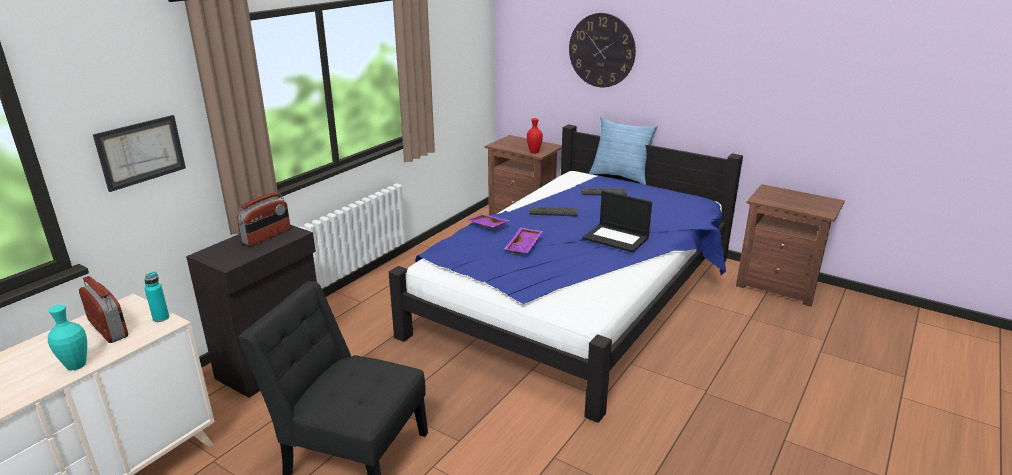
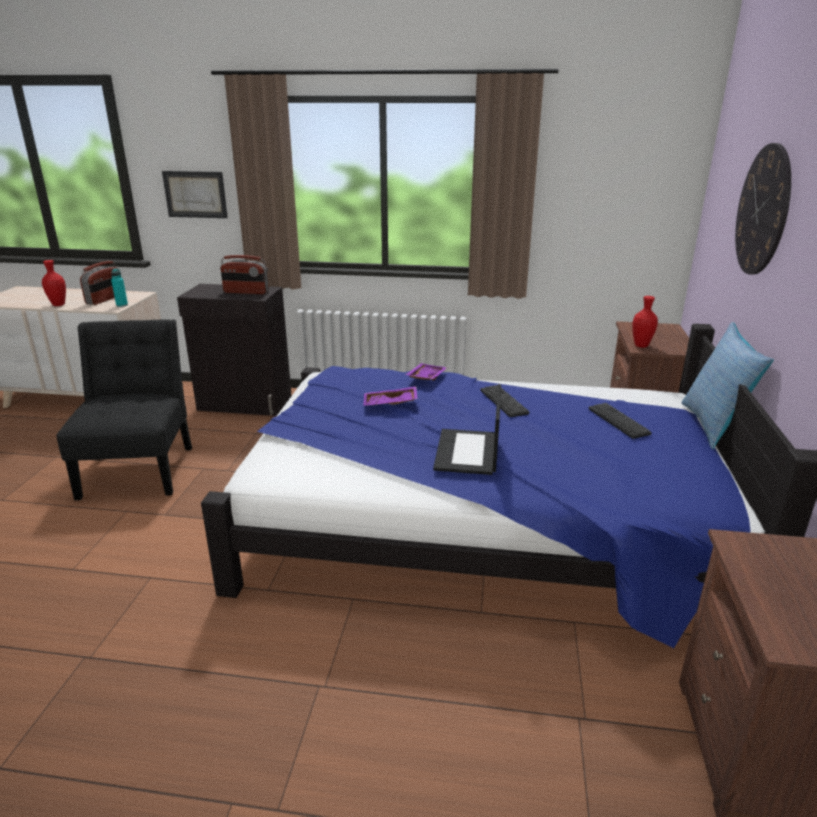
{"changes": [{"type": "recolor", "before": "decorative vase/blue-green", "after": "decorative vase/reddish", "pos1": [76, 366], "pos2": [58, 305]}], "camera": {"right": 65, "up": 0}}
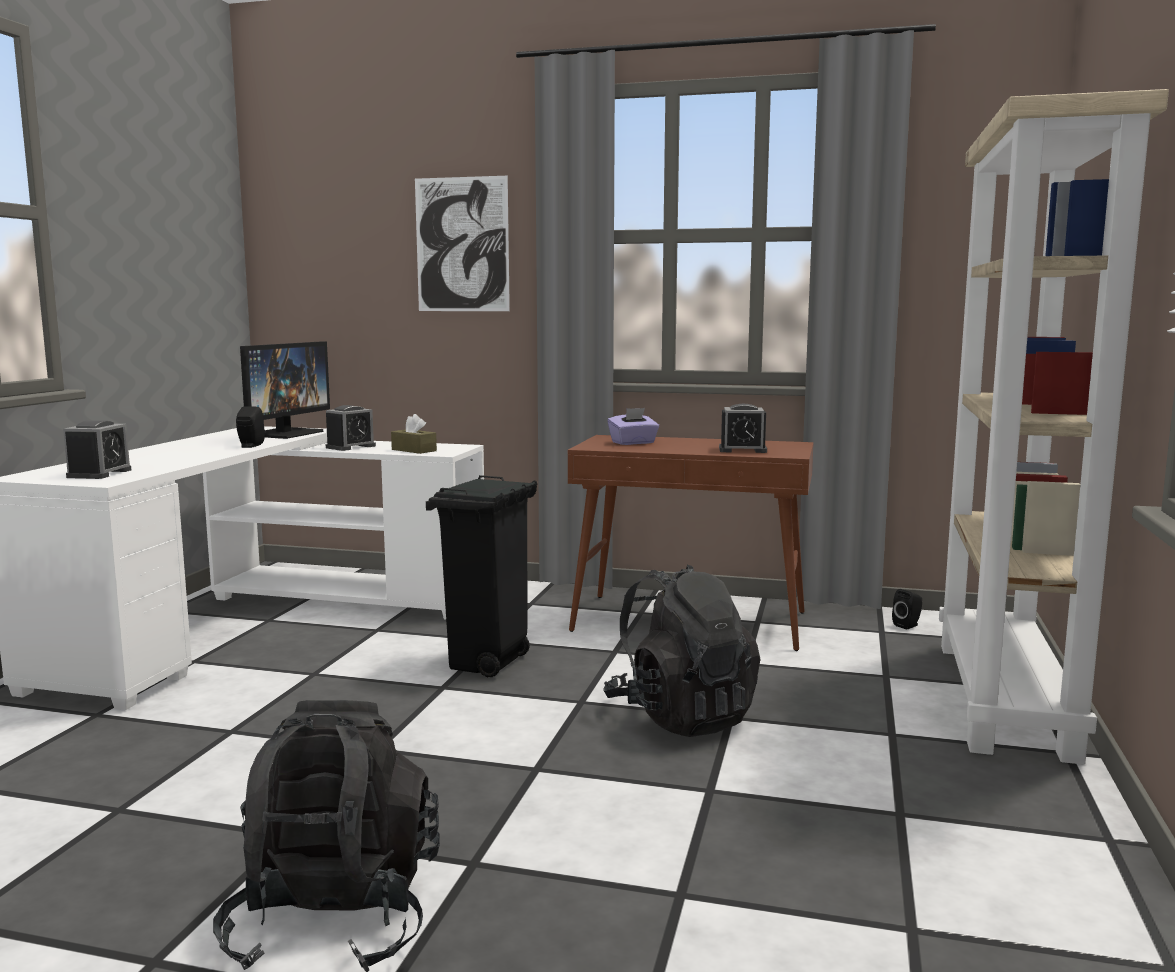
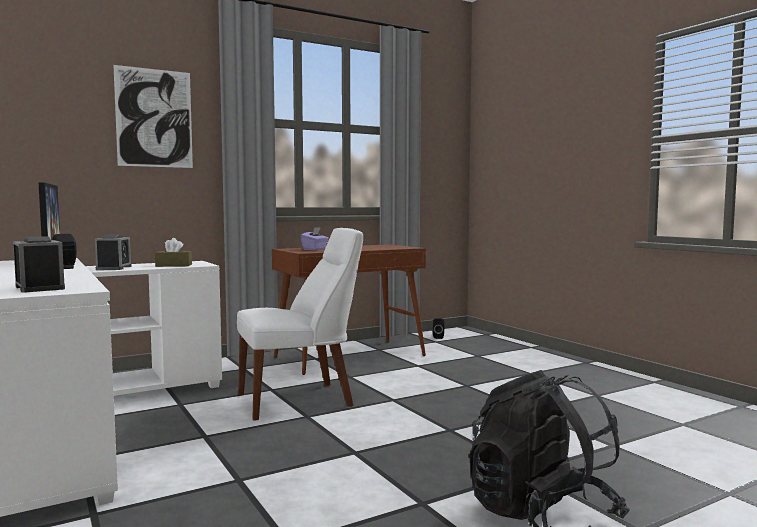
{"changes": [{"type": "delete", "before": "shelving unit/beige-coloured", "pos1": [1006, 698]}, {"type": "delete", "before": "bedside clock", "pos1": [742, 450]}, {"type": "replace", "before": "trash can/blackish", "after": "chair/white", "pos1": [487, 664], "pos2": [300, 400]}, {"type": "delete", "before": "rucksack/blackish", "pos1": [681, 716]}], "camera": {"right": -45, "up": -5}}
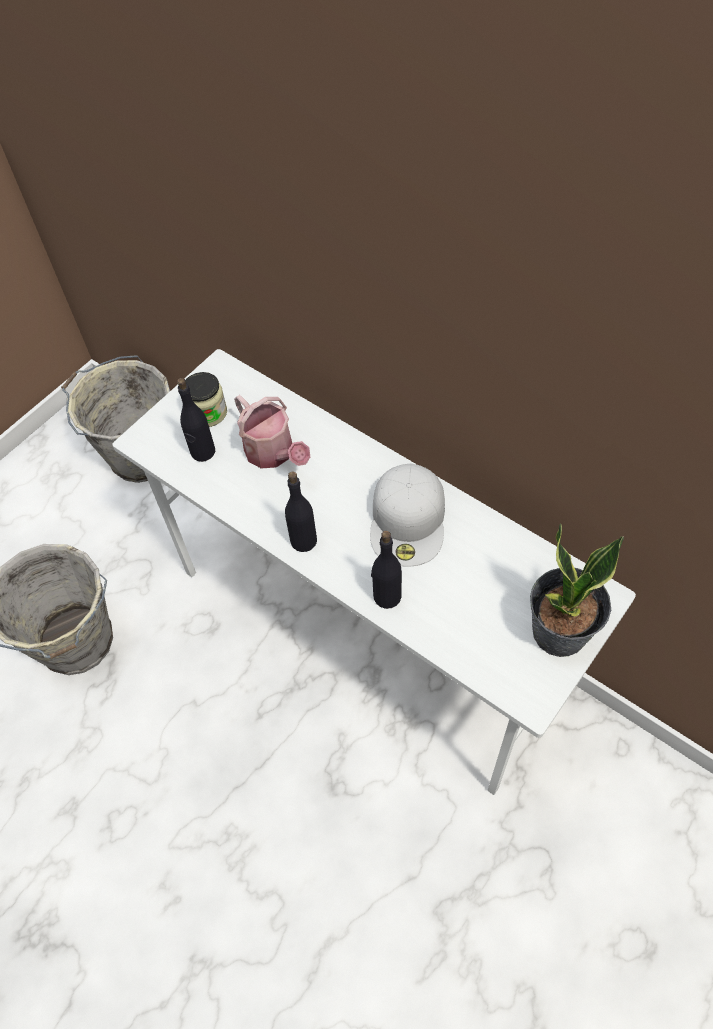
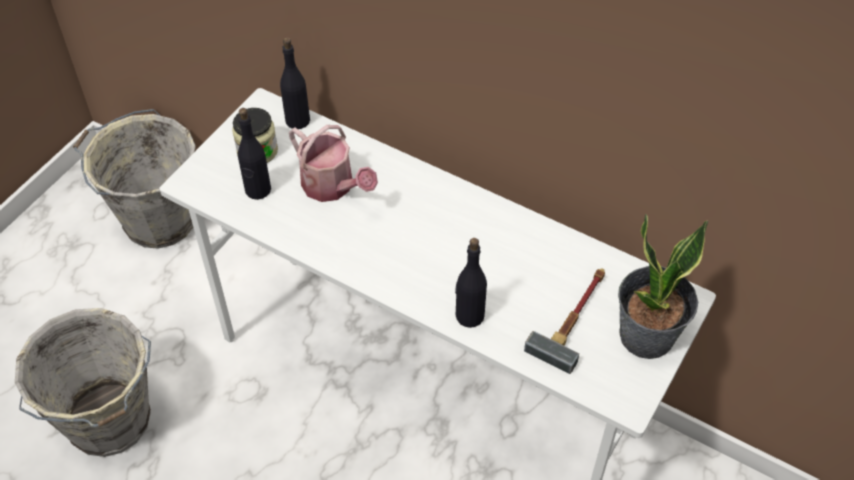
{"changes": [{"type": "delete", "before": "baseball cap/white", "pos1": [409, 520]}, {"type": "move", "before": "drink bottle/blackish", "pos1": [303, 540], "pos2": [297, 120]}, {"type": "insert", "after": "hammer", "pos2": [575, 317]}], "camera": {"right": -10, "up": -5}}
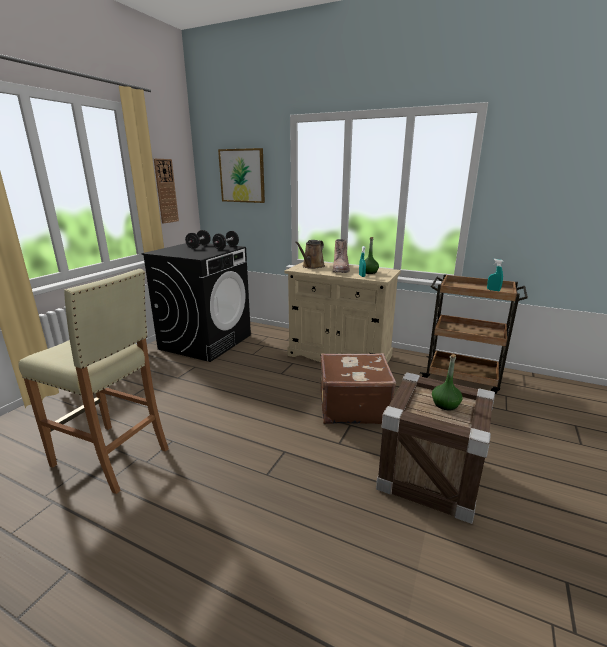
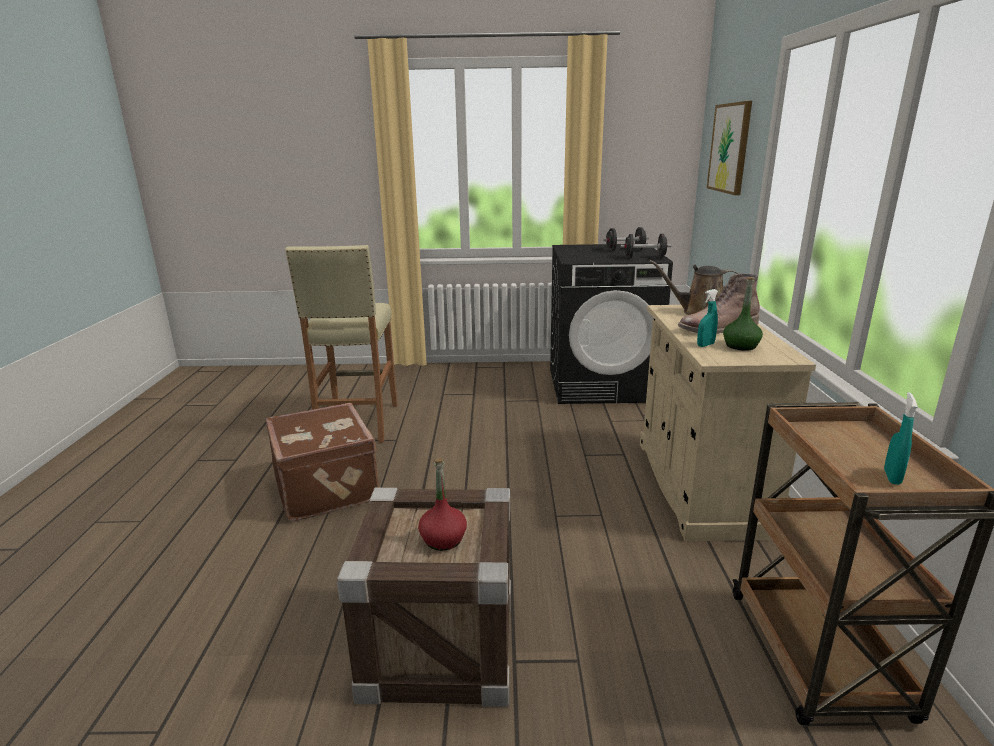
{"changes": [{"type": "delete", "before": "hanging clock", "pos1": [166, 191]}, {"type": "move", "before": "suitcase/brownish", "pos1": [352, 407], "pos2": [328, 487]}, {"type": "recolor", "before": "drink bottle/green-coloured", "after": "drink bottle/reddish", "pos1": [445, 404], "pos2": [443, 539]}], "camera": {"right": 65, "up": 0}}
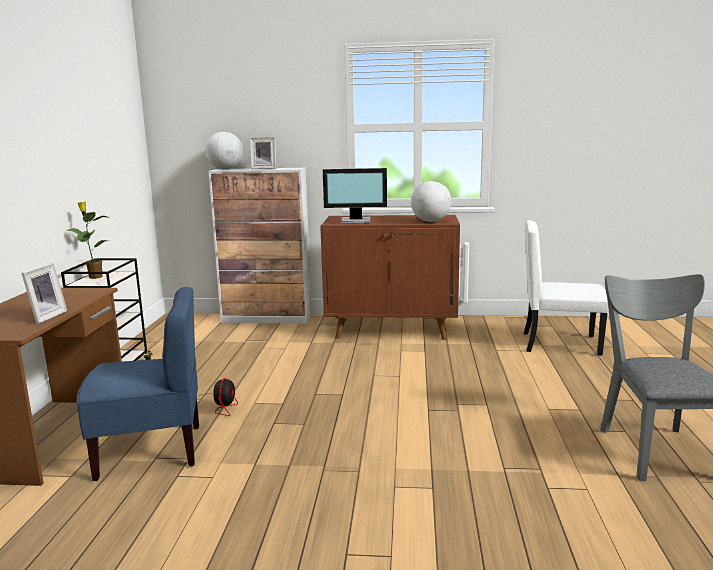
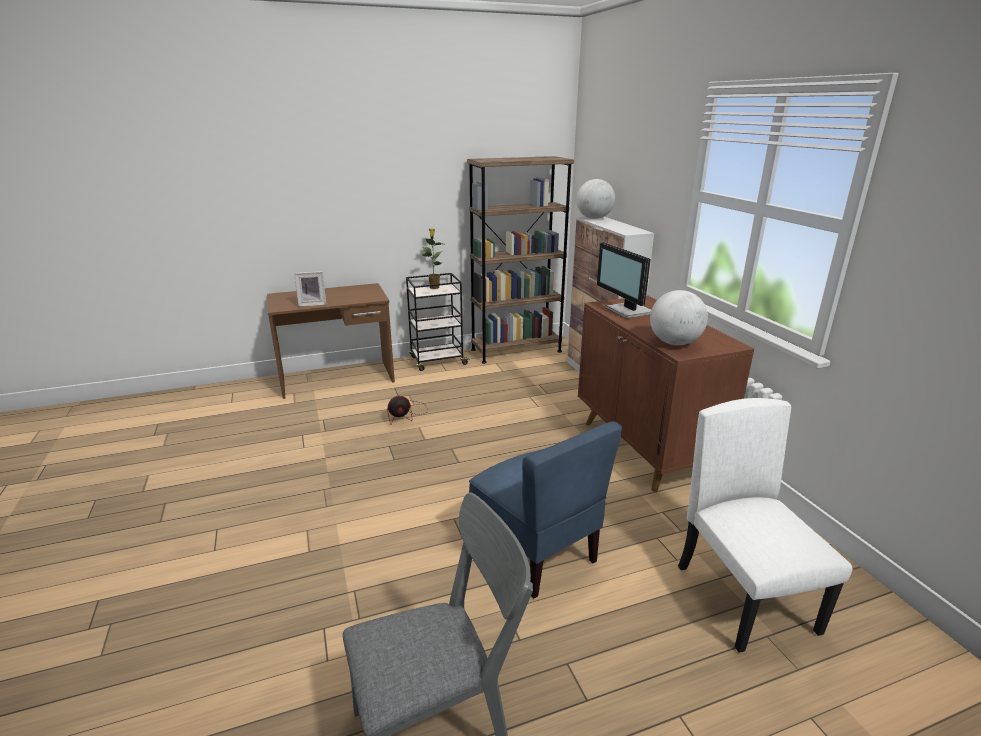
{"changes": [{"type": "delete", "before": "photo frame", "pos1": [264, 168]}, {"type": "move", "before": "chair/bluish", "pos1": [151, 450], "pos2": [536, 553]}, {"type": "insert", "after": "shelving unit/brownish", "pos2": [516, 350]}], "camera": {"right": 65, "up": 10}}
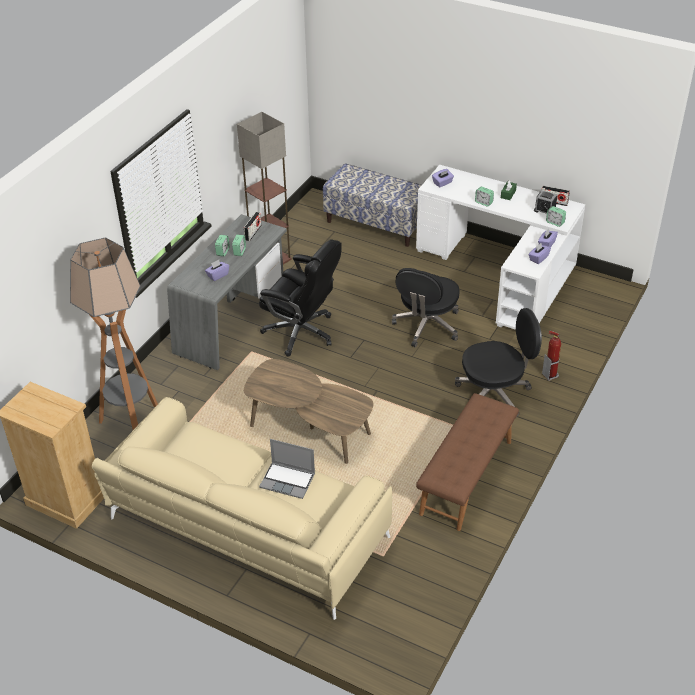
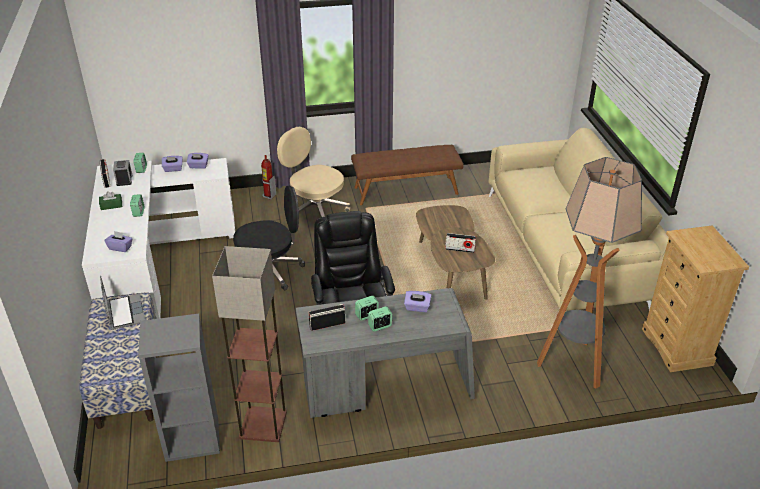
{"changes": [{"type": "recolor", "before": "office chair/blackish", "after": "office chair/beige-coloured", "pos1": [494, 394], "pos2": [315, 209]}, {"type": "move", "before": "laptop", "pos1": [288, 480], "pos2": [124, 312]}, {"type": "insert", "after": "radio set", "pos2": [460, 249]}, {"type": "insert", "after": "shelving unit/grey", "pos2": [191, 440]}], "camera": {"right": -130, "up": -5}}
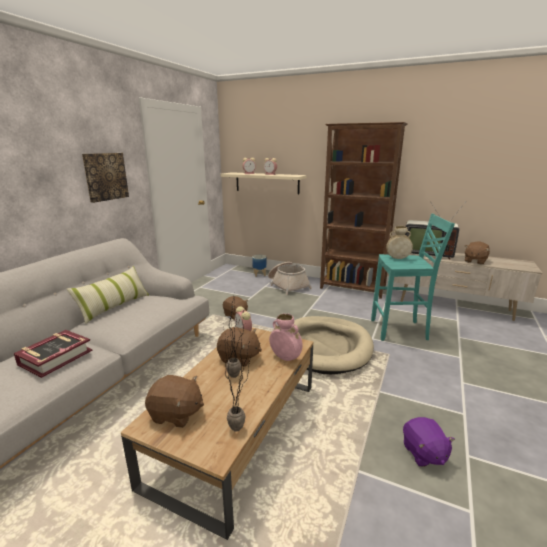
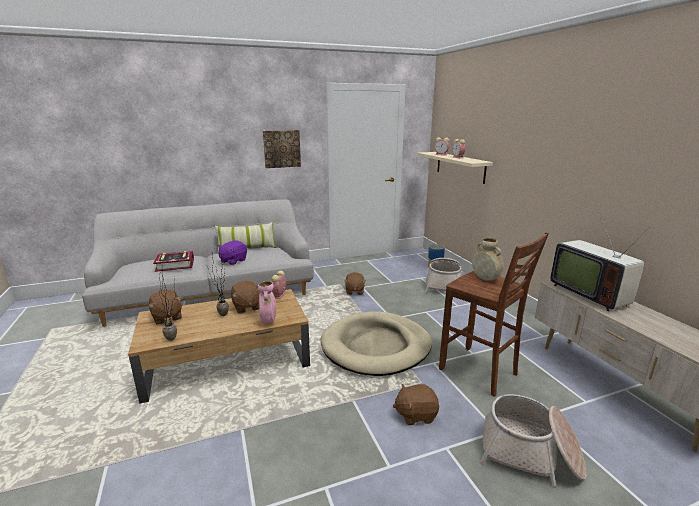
{"changes": [{"type": "delete", "before": "shelving unit/brownish", "pos1": [353, 289]}, {"type": "recolor", "before": "stool/blue-green", "after": "stool/brownish", "pos1": [400, 330], "pos2": [480, 372]}, {"type": "move", "before": "soft toy/brownish", "pos1": [474, 261], "pos2": [415, 414]}, {"type": "move", "before": "soft toy/purplish", "pos1": [423, 453], "pos2": [233, 261]}, {"type": "insert", "after": "household basket", "pos2": [530, 453]}], "camera": {"right": 45, "up": 0}}
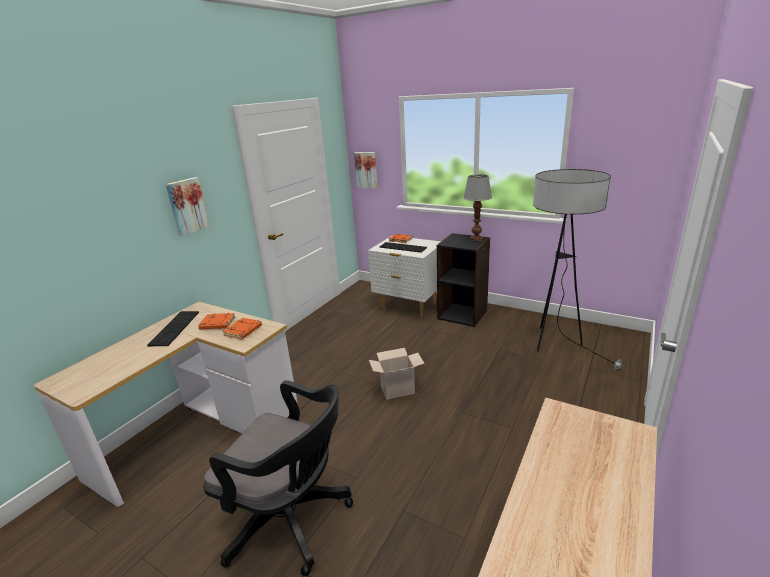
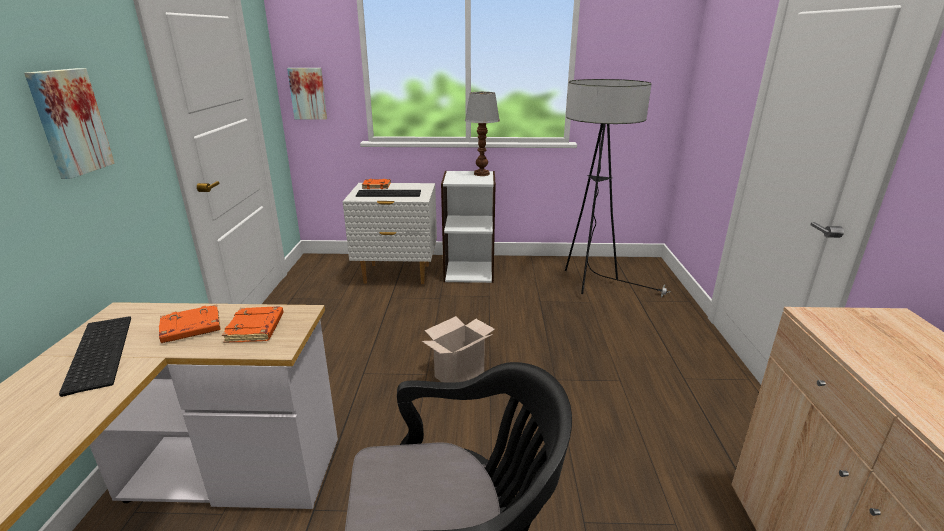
{"changes": [{"type": "recolor", "before": "shelving unit/blackish", "after": "shelving unit/white", "pos1": [463, 314], "pos2": [469, 271]}], "camera": {"right": -30, "up": 0}}
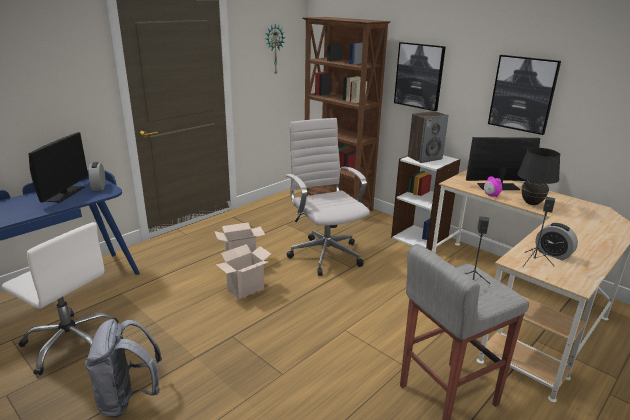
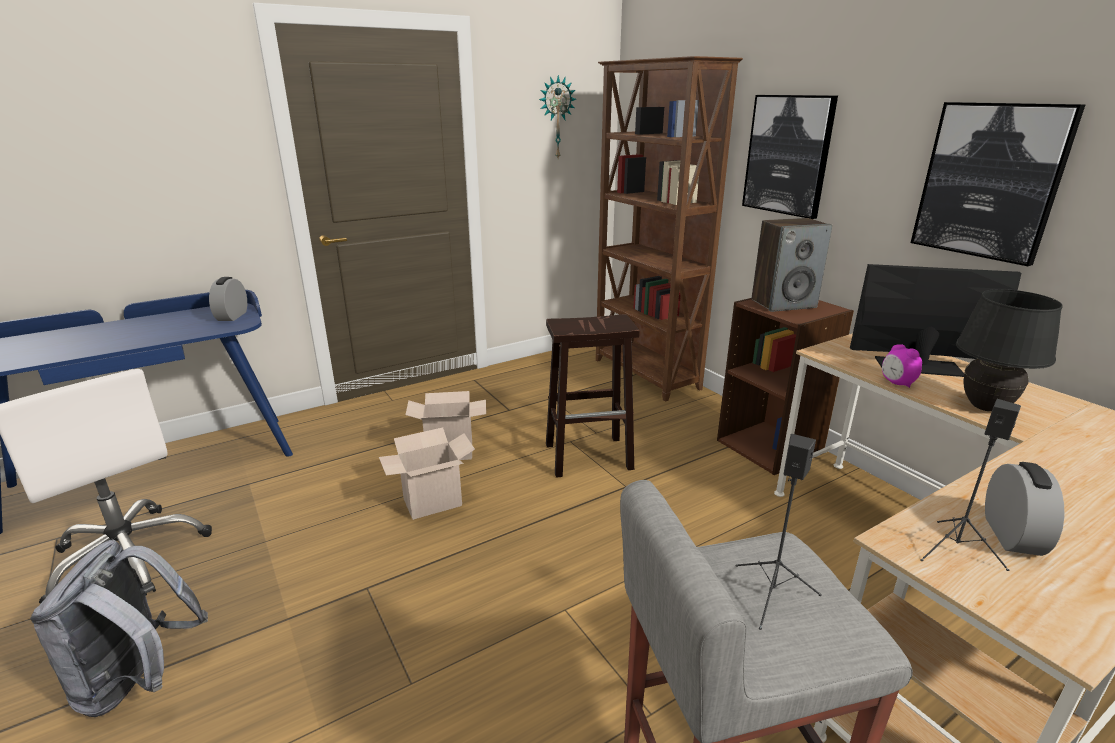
{"changes": [{"type": "replace", "before": "office chair/white", "after": "stool/brownish", "pos1": [324, 253], "pos2": [589, 456]}, {"type": "delete", "before": "computer screen", "pos1": [64, 194]}, {"type": "recolor", "before": "shelving unit/white", "after": "shelving unit/brownish", "pos1": [420, 238], "pos2": [770, 446]}, {"type": "rotate", "before": "bedside clock", "pos1": [553, 254], "pos2": [1011, 535], "turn": -135}], "camera": {"right": 15, "up": 0}}
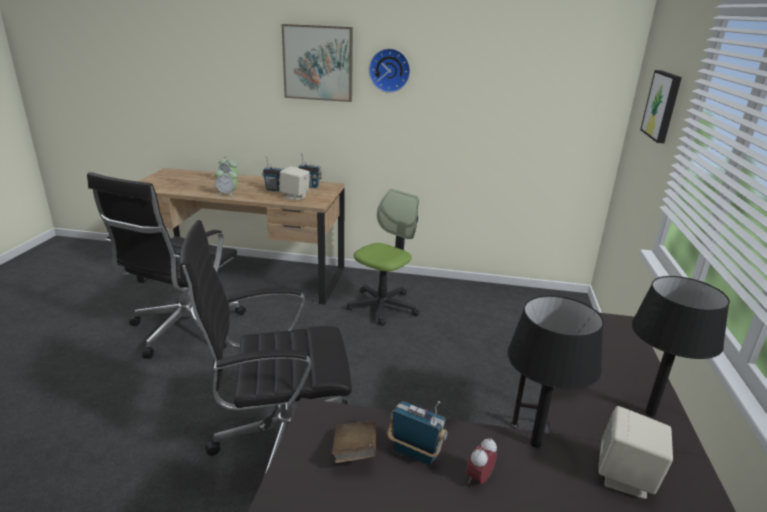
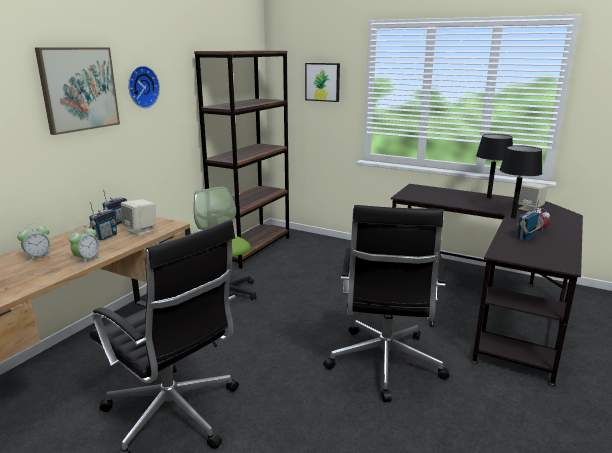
{"changes": [{"type": "delete", "before": "bound book/brownish", "pos1": [354, 452]}, {"type": "insert", "after": "shelving unit/brownish", "pos2": [252, 248]}], "camera": {"right": -70, "up": -5}}
